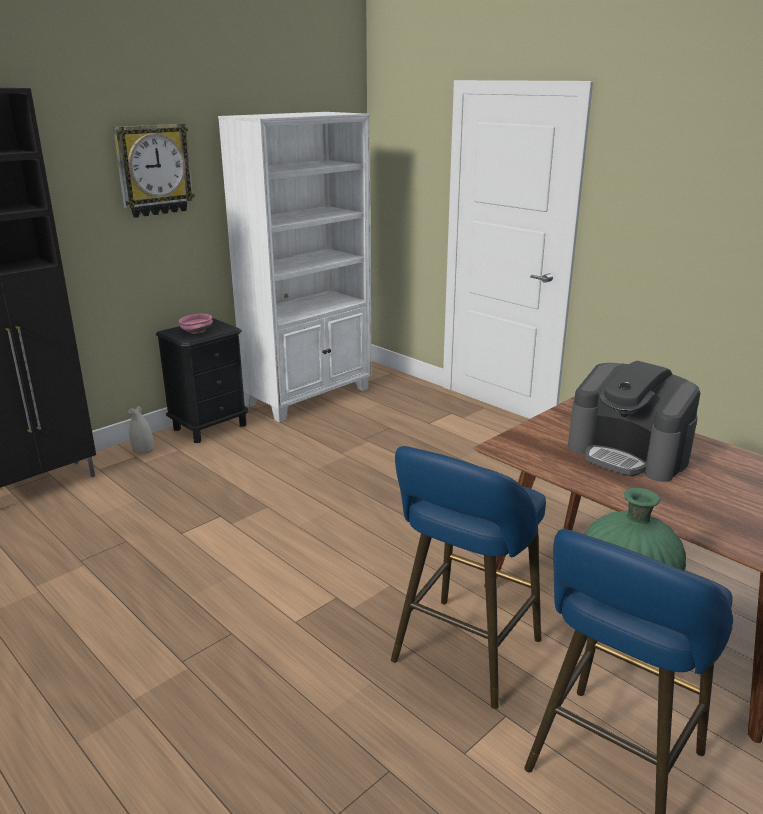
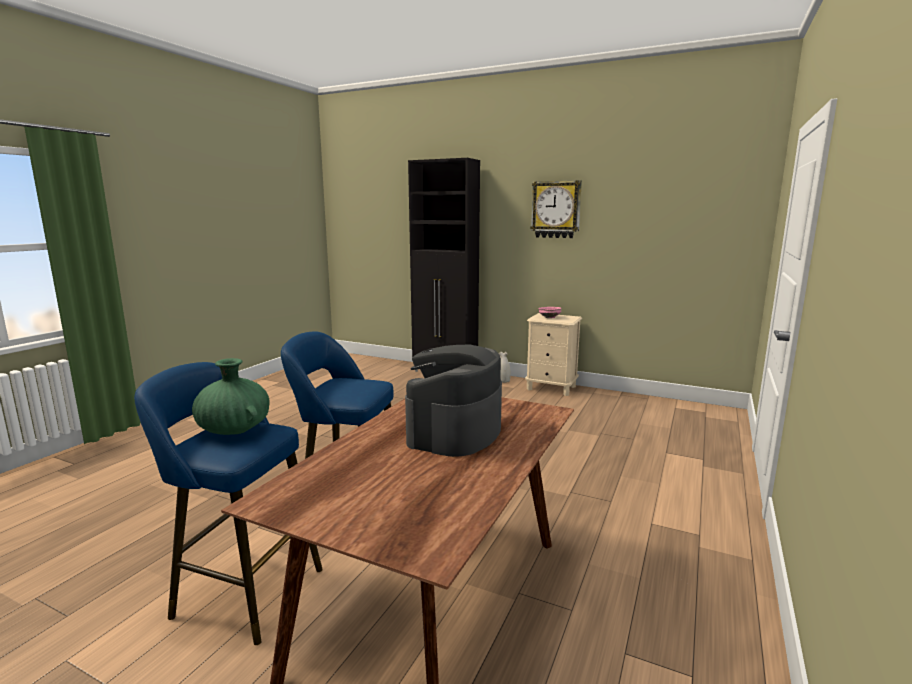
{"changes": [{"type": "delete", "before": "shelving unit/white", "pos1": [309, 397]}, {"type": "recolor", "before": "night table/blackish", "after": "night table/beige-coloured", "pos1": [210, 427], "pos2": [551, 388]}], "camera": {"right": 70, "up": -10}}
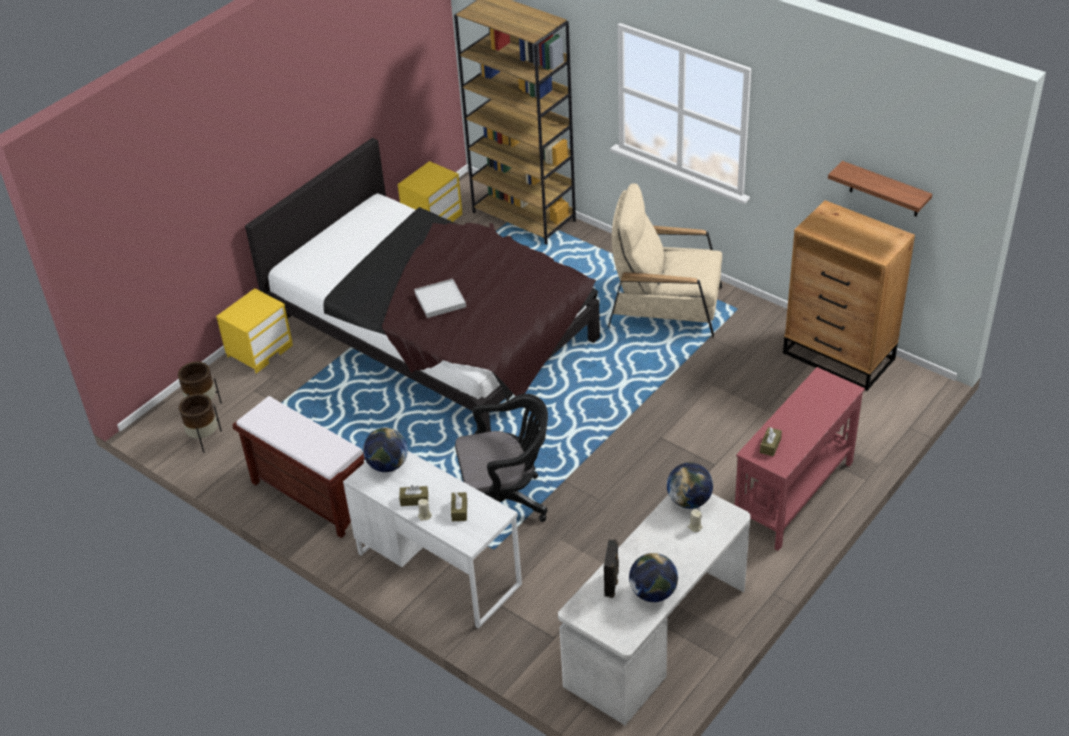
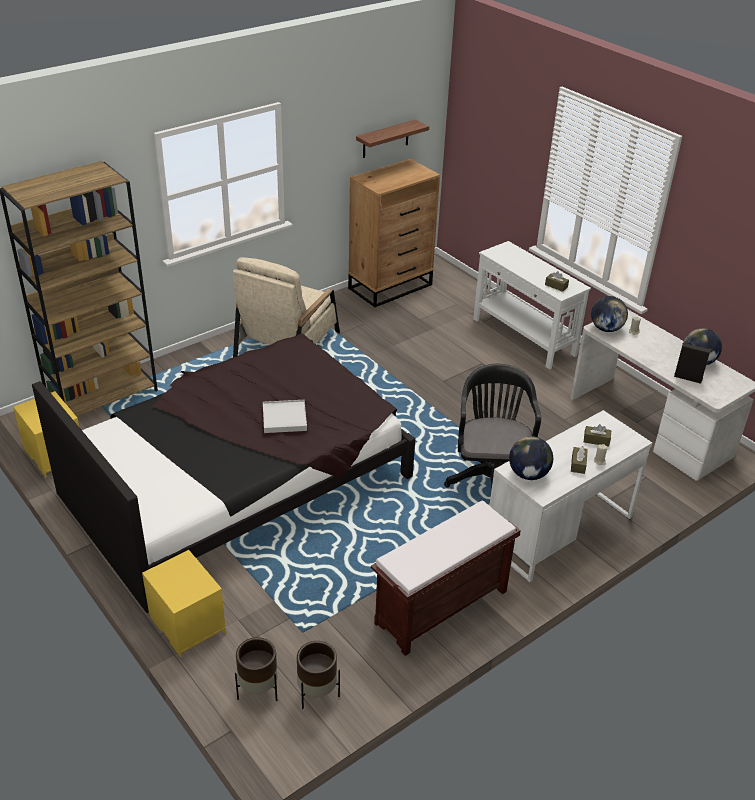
{"changes": [{"type": "recolor", "before": "narrow table/reddish", "after": "narrow table/white", "pos1": [793, 494], "pos2": [523, 337]}], "camera": {"right": -80, "up": -5}}
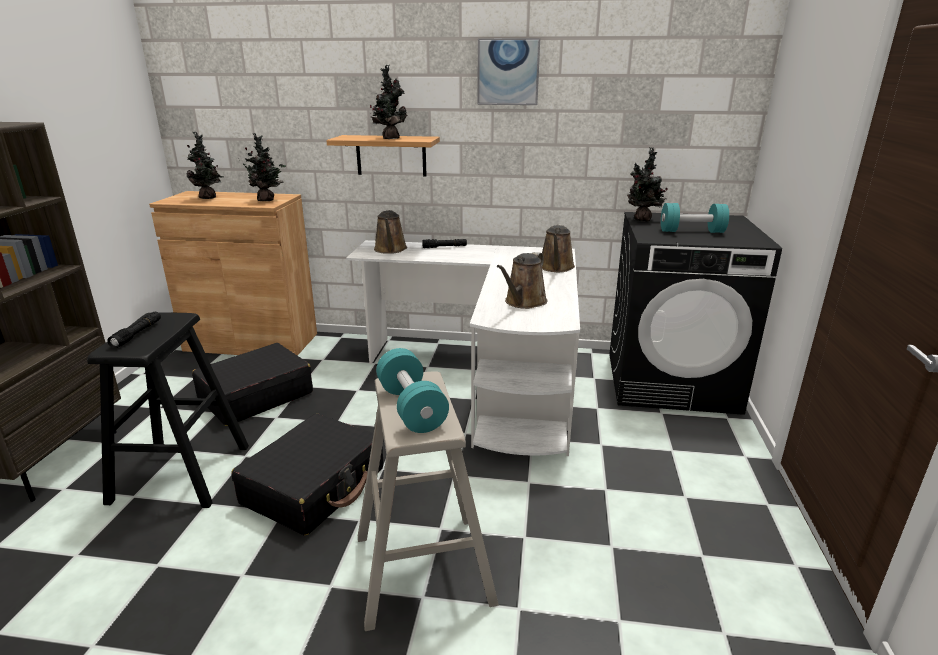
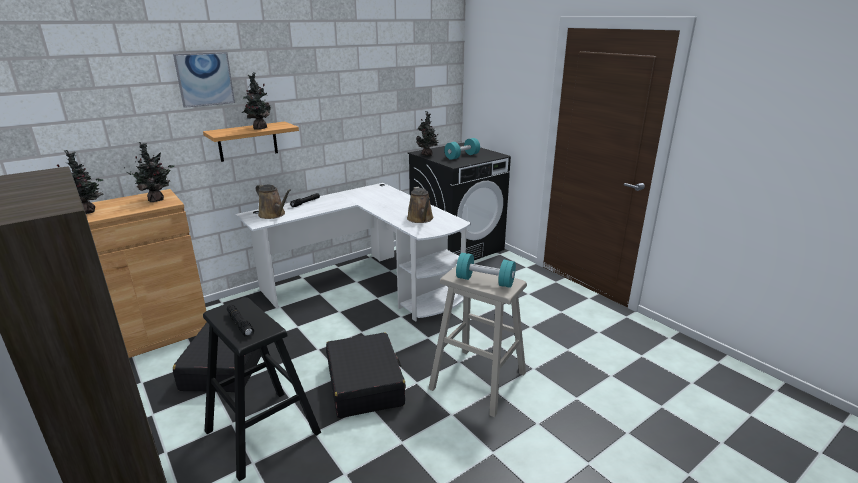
{"changes": [{"type": "move", "before": "wall art", "pos1": [508, 72], "pos2": [204, 79]}, {"type": "delete", "before": "watering can/brownish", "pos1": [556, 268]}], "camera": {"right": -45, "up": 0}}
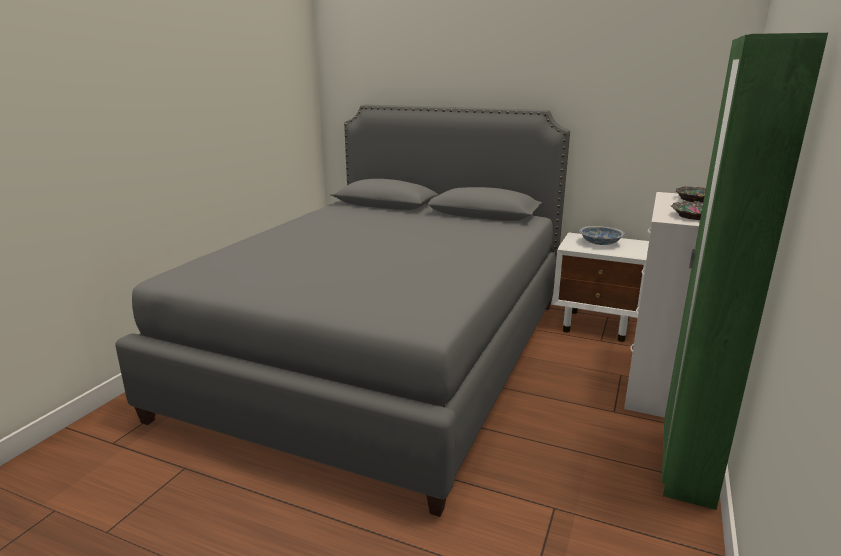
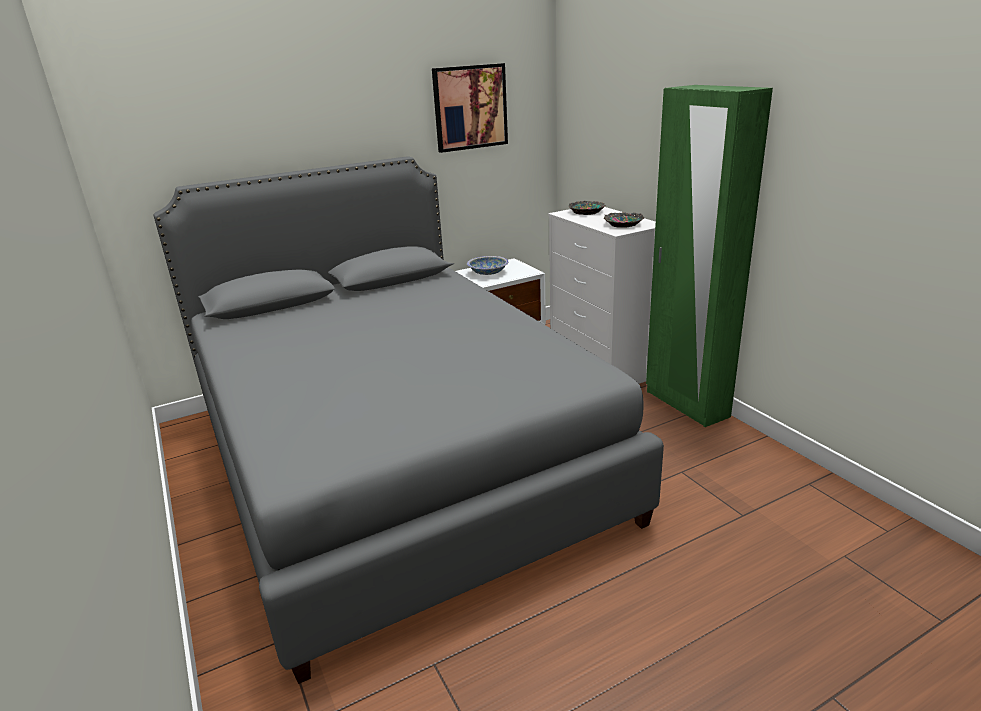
{"changes": [{"type": "insert", "after": "wall art", "pos2": [470, 107]}], "camera": {"right": -50, "up": 5}}
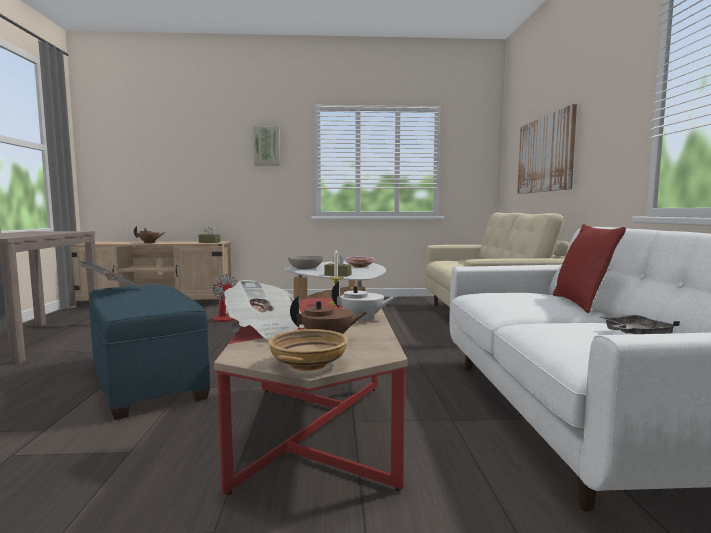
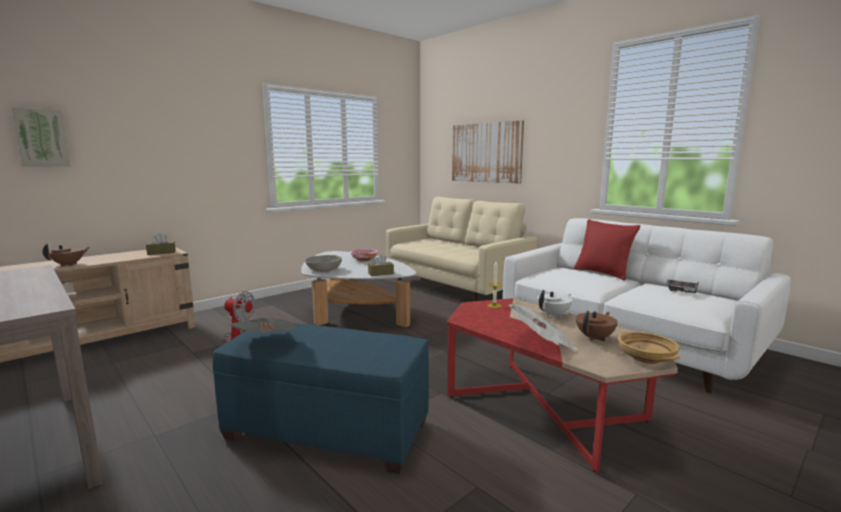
{"changes": [{"type": "move", "before": "wall art", "pos1": [267, 146], "pos2": [41, 138]}], "camera": {"right": -40, "up": 5}}
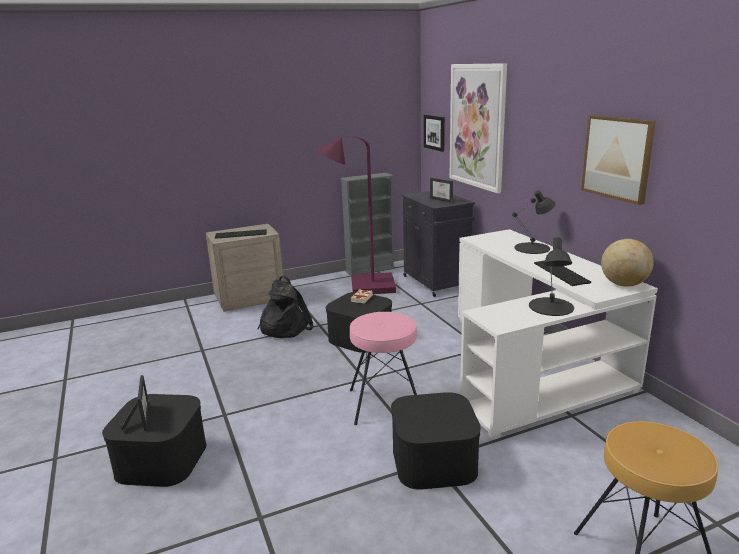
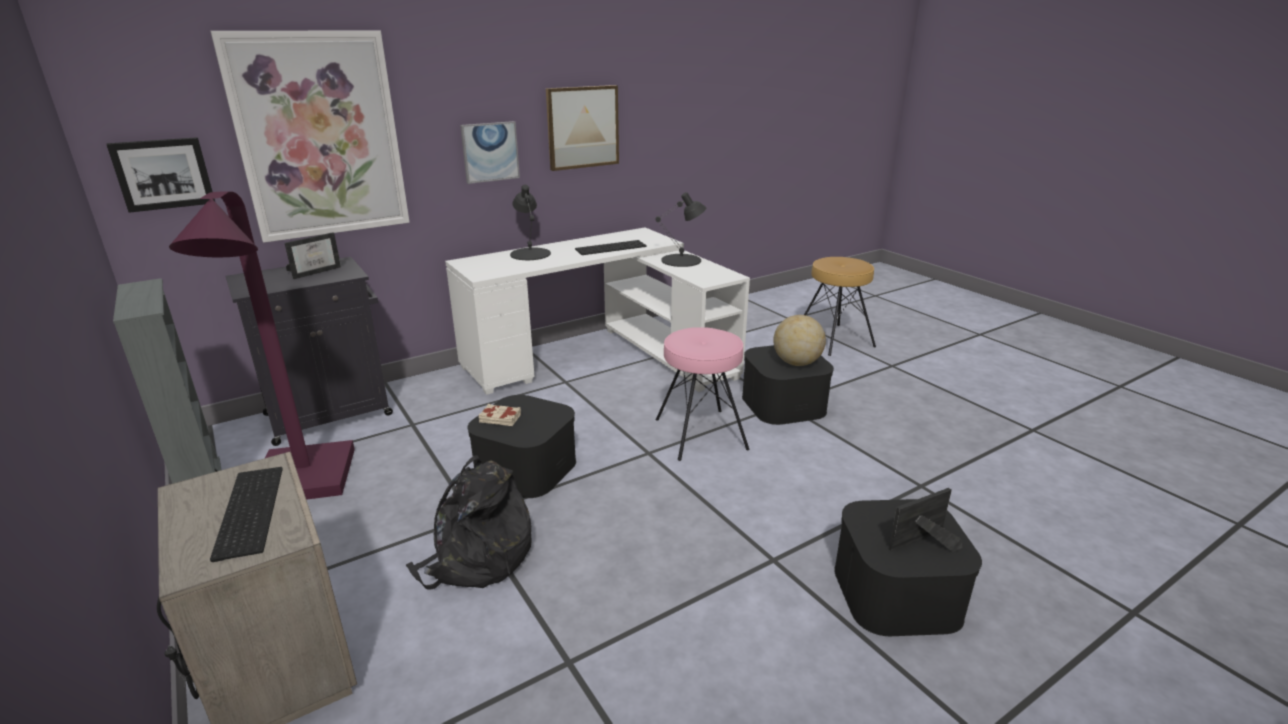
{"changes": [{"type": "move", "before": "globe", "pos1": [624, 284], "pos2": [796, 363]}, {"type": "insert", "after": "wall art", "pos2": [490, 152]}], "camera": {"right": -100, "up": 5}}
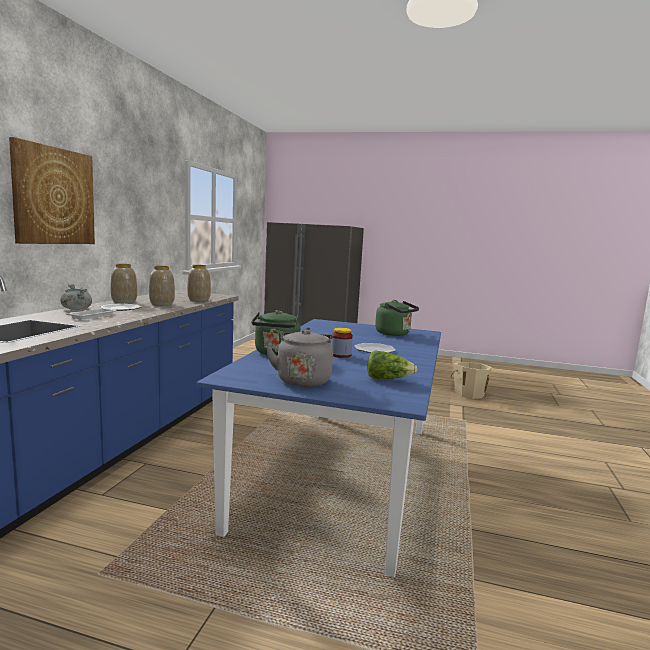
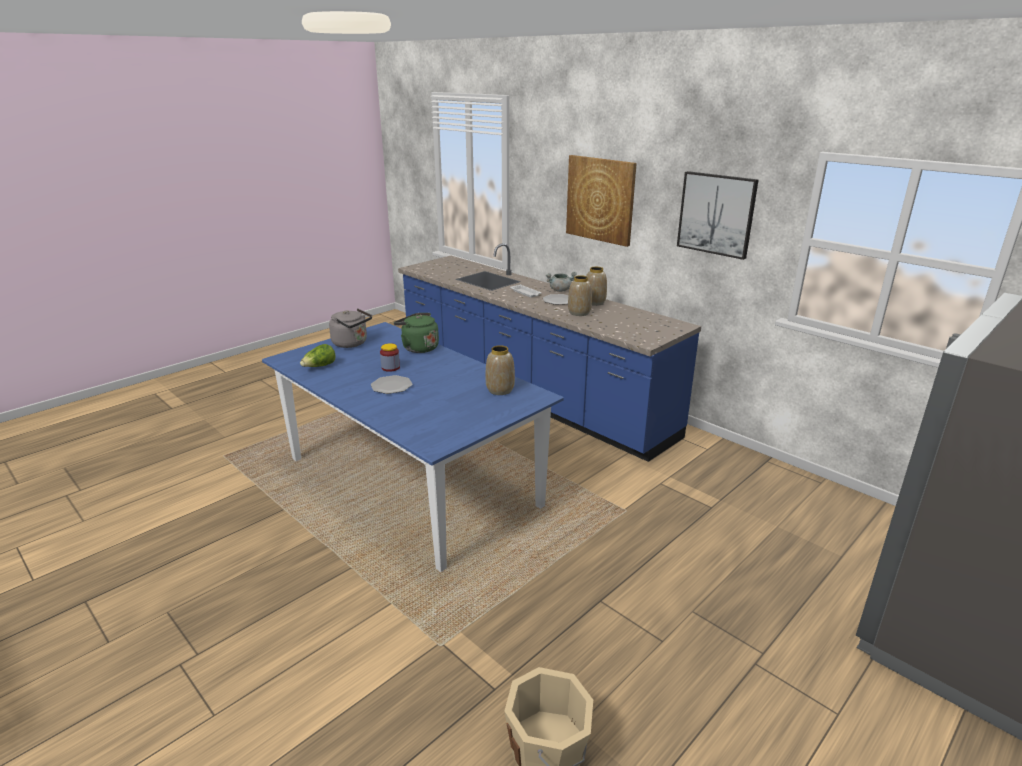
{"changes": [{"type": "move", "before": "decorative vase", "pos1": [199, 300], "pos2": [499, 390]}, {"type": "delete", "before": "tea kettle/green-coloured", "pos1": [394, 334]}, {"type": "insert", "after": "wall art", "pos2": [716, 214]}], "camera": {"right": 120, "up": 15}}
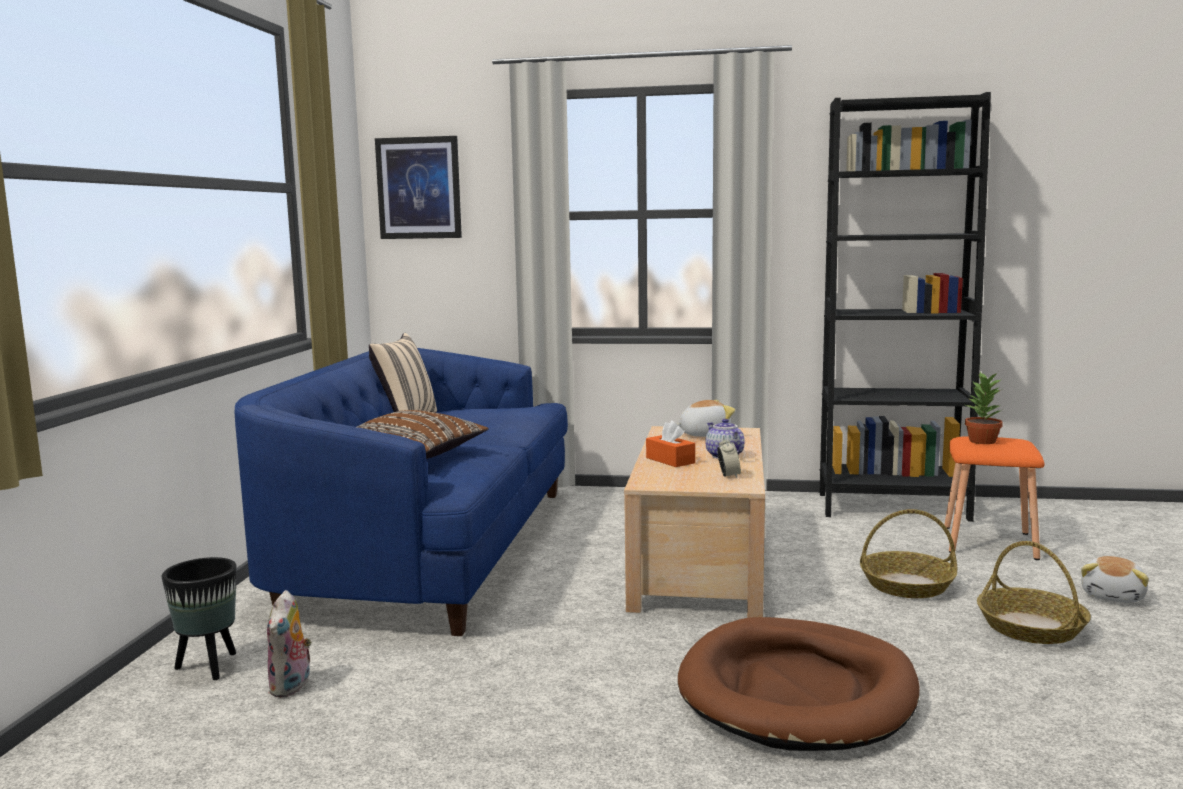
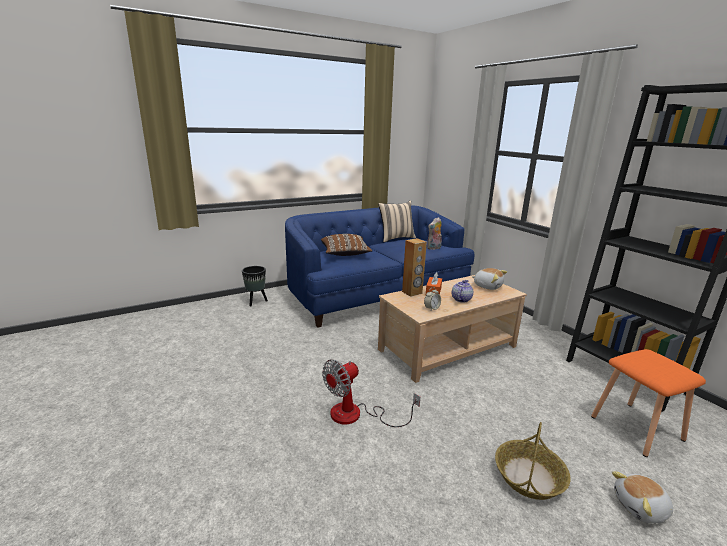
{"changes": [{"type": "delete", "before": "wall art", "pos1": [419, 188]}, {"type": "delete", "before": "plant in a pot", "pos1": [982, 441]}, {"type": "delete", "before": "household basket", "pos1": [907, 585]}, {"type": "move", "before": "soft toy", "pos1": [292, 687], "pos2": [434, 248]}, {"type": "replace", "before": "dog cushion/brownish", "after": "cooling fan", "pos1": [797, 692], "pos2": [357, 415]}, {"type": "insert", "after": "speaker/brownish", "pos2": [412, 292]}], "camera": {"right": 50, "up": 10}}
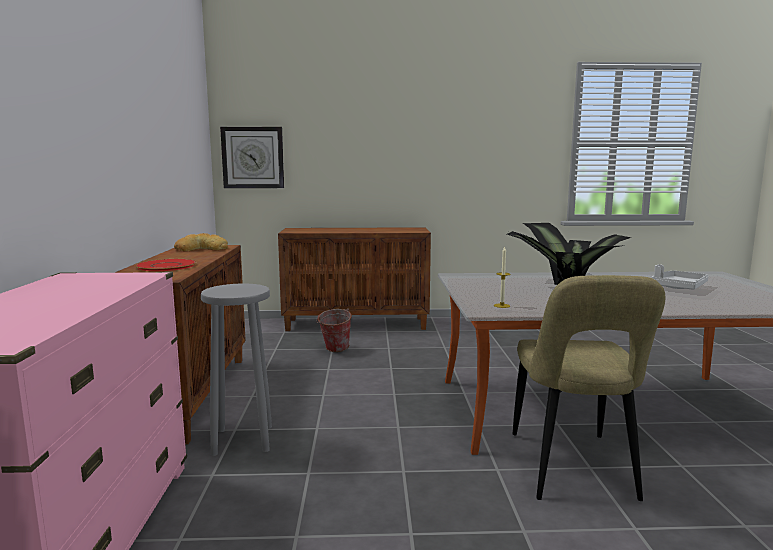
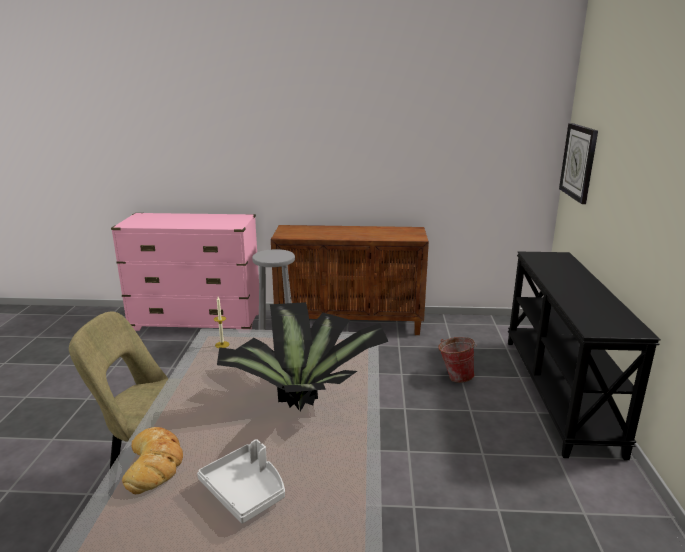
{"changes": [{"type": "replace", "before": "cupboard/brownish", "after": "narrow table/blackish", "pos1": [357, 324], "pos2": [559, 392]}, {"type": "move", "before": "bakery bread", "pos1": [201, 249], "pos2": [155, 463]}, {"type": "delete", "before": "flat dish/reddish", "pos1": [166, 266]}], "camera": {"right": 95, "up": 10}}
